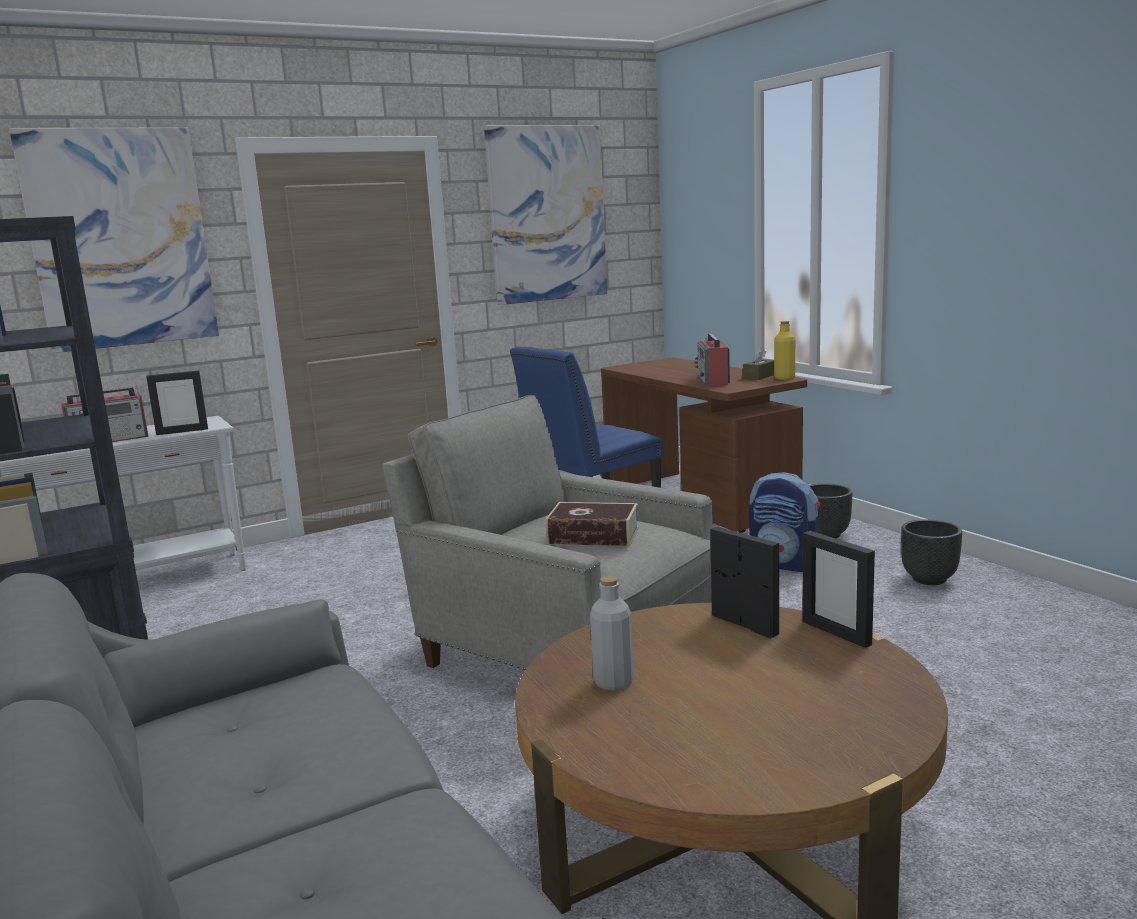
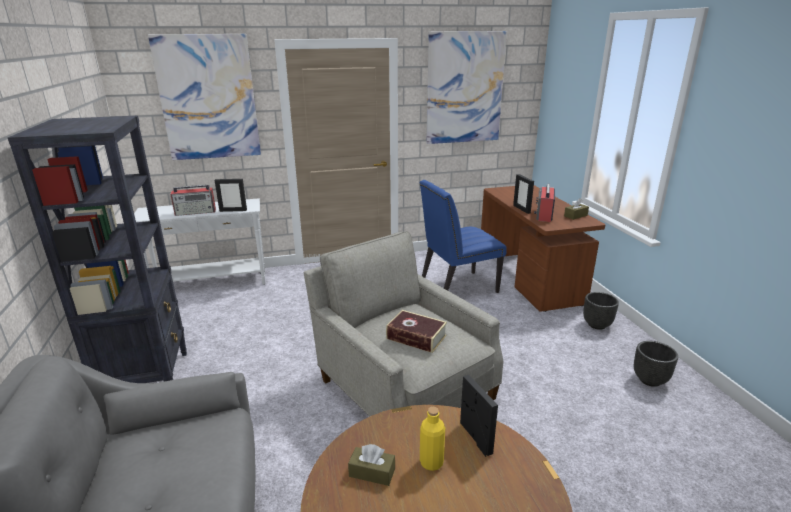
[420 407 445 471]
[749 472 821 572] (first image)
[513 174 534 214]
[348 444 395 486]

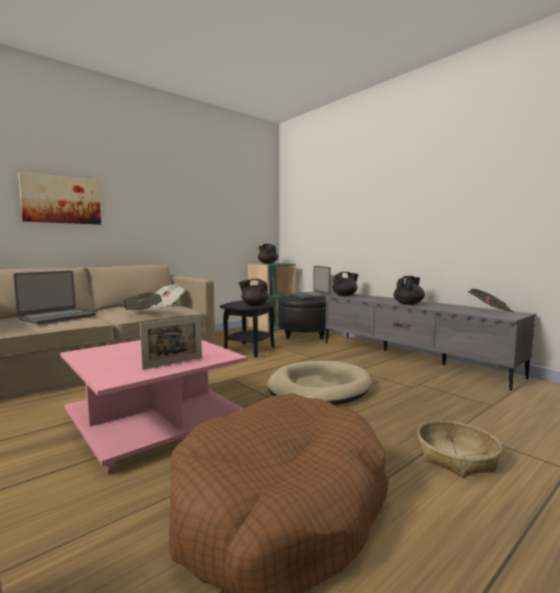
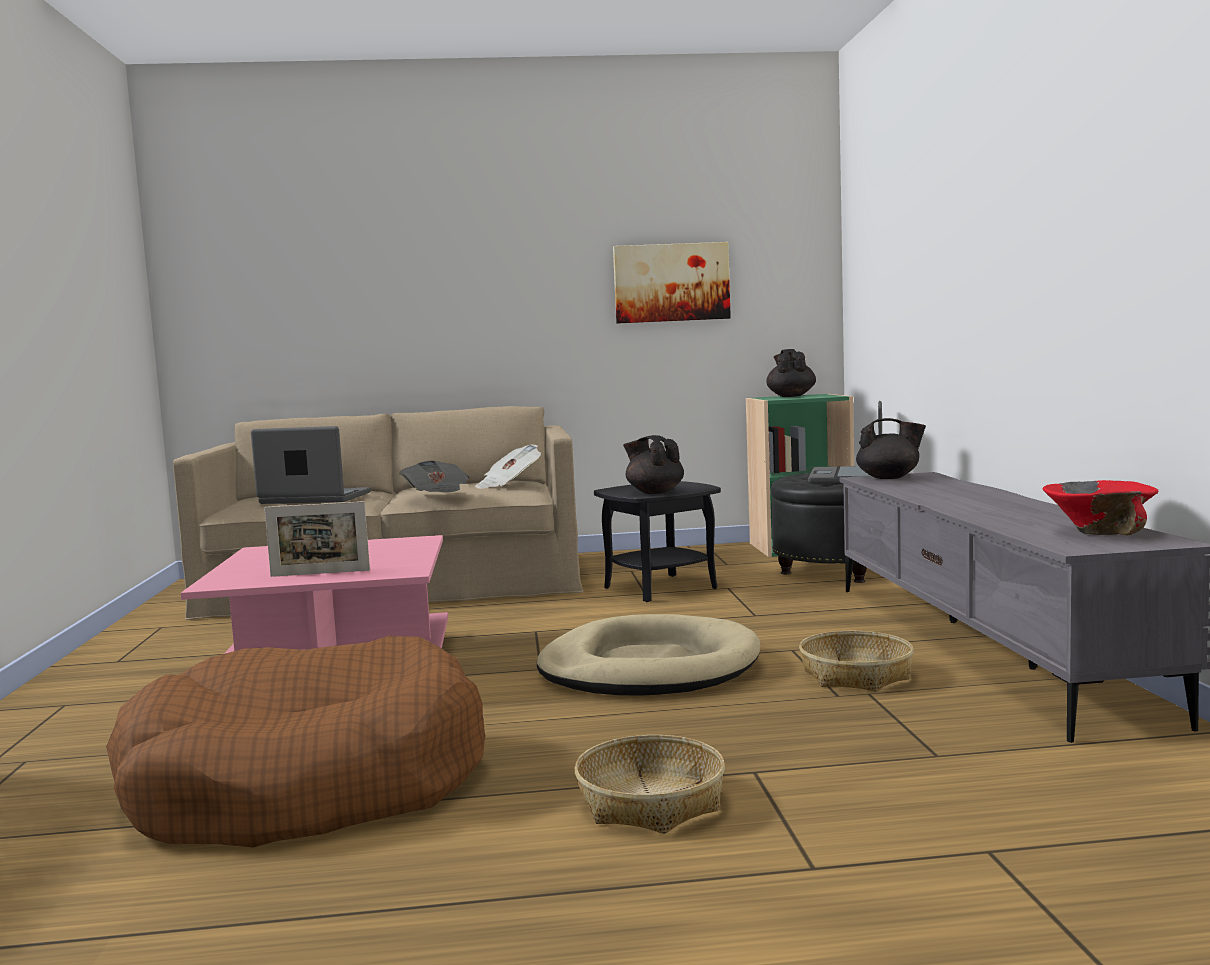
[613 242 731 323]
[251 426 371 504]
[394 276 425 305] (first image)
[1042 480 1158 535]
[799 631 914 692]

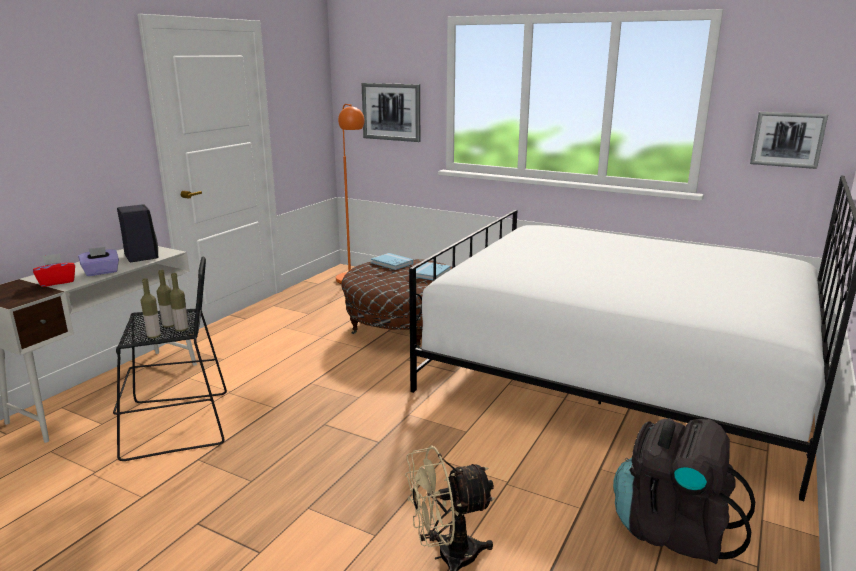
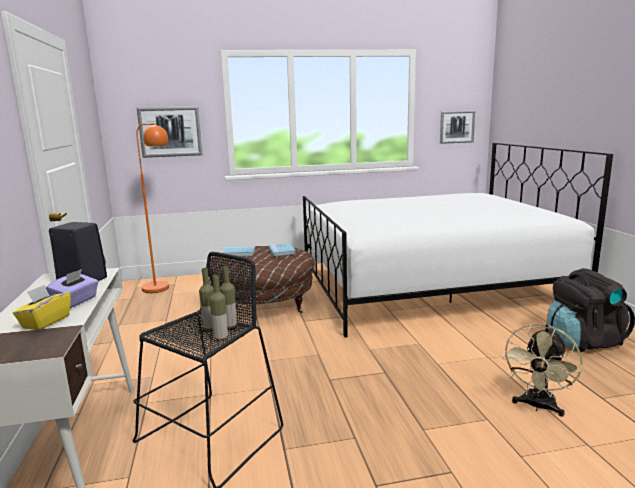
[13 285 71 330]

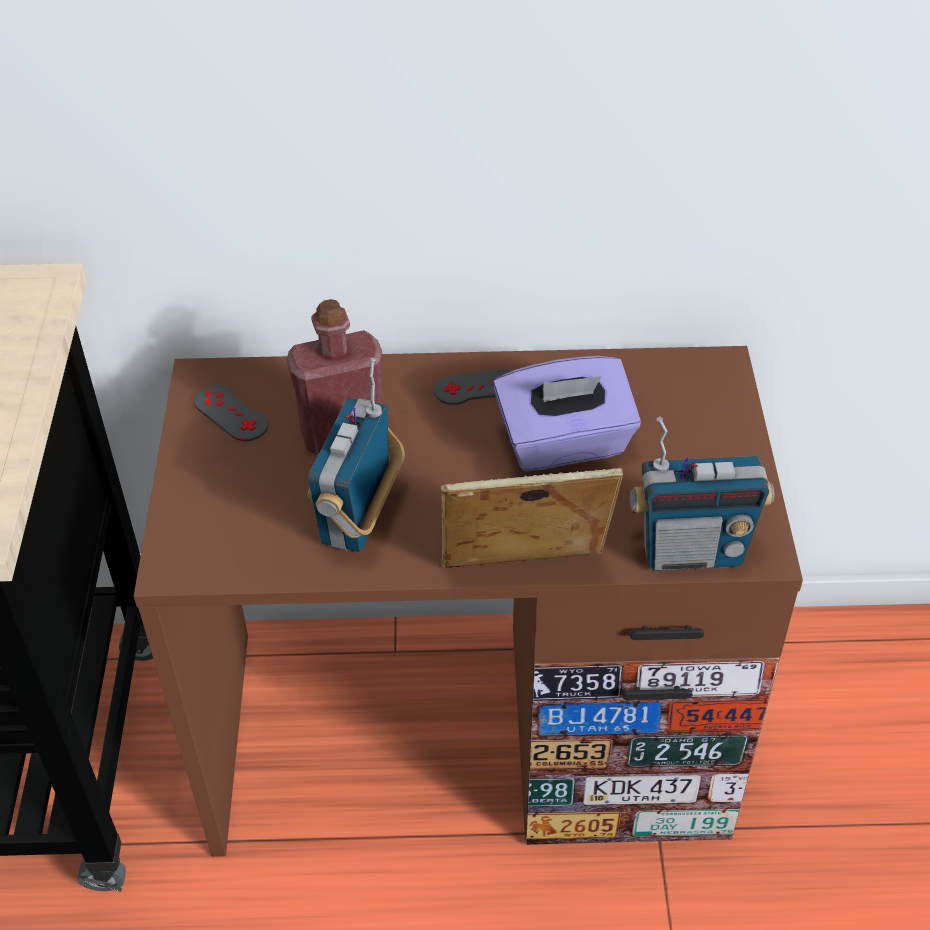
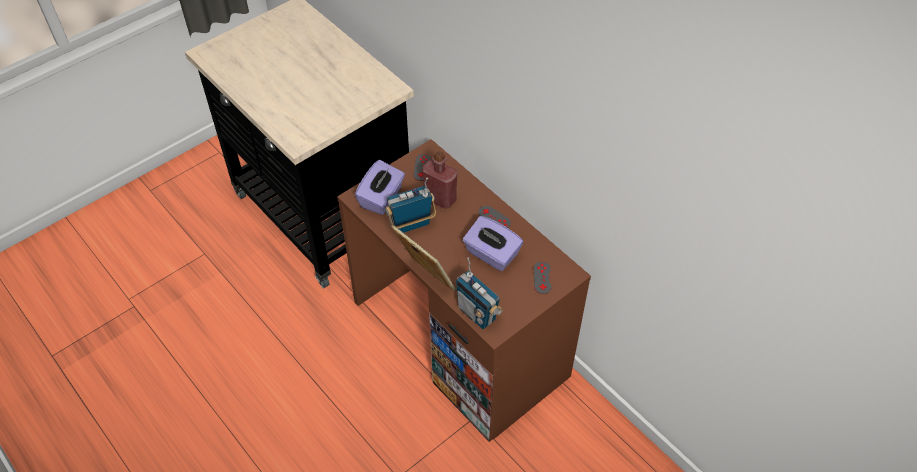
[355 160 405 215]
[534 262 551 294]

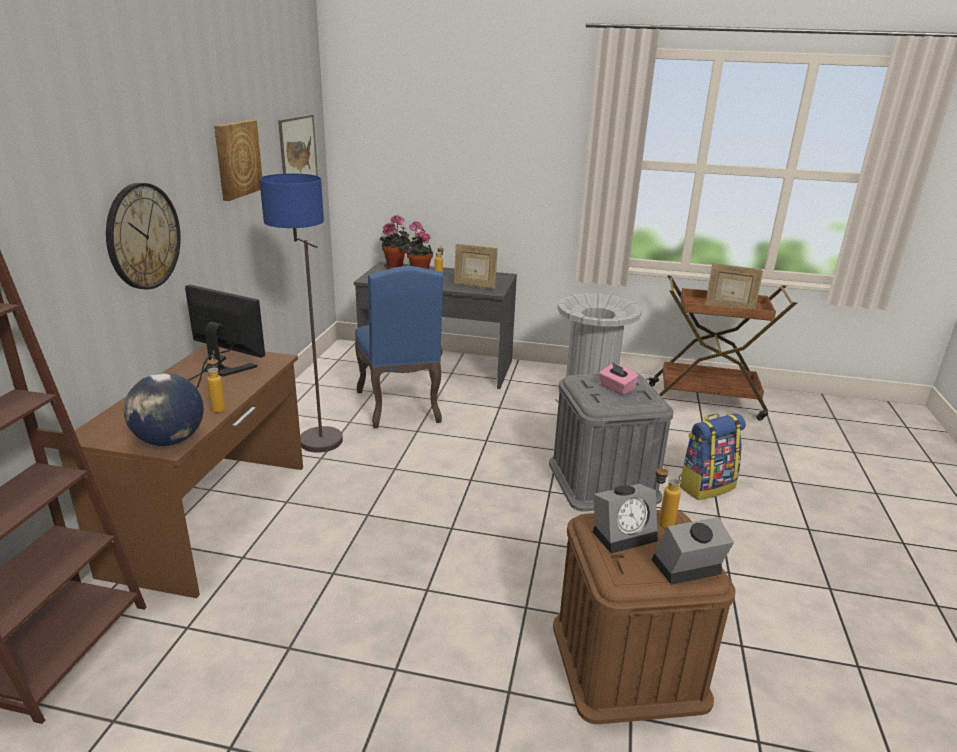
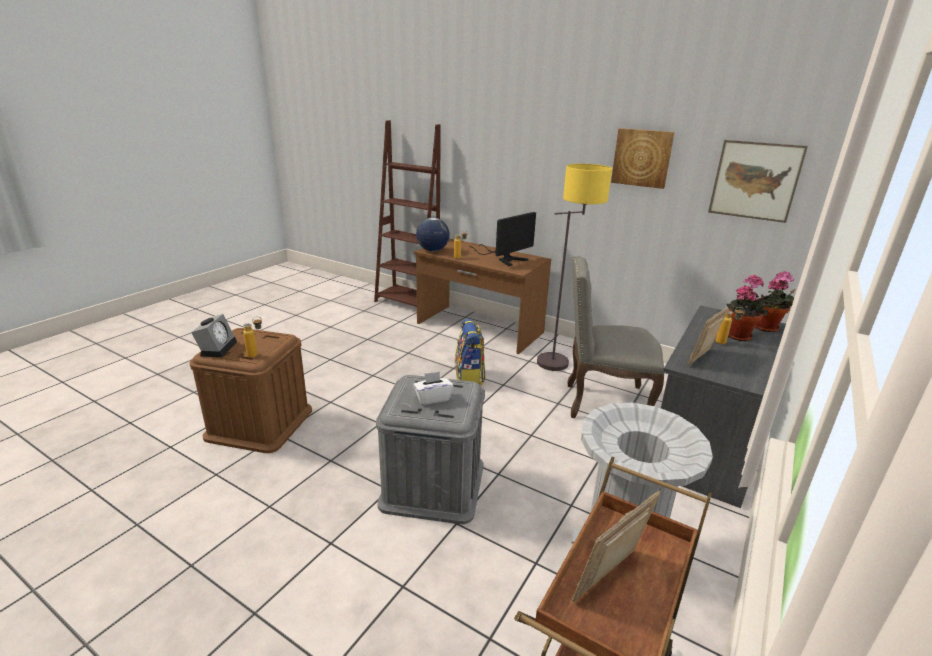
[537 164 612 371]
[106 183 181 289] (first image)
[568 256 665 418]
[413 372 453 405]
[455 319 486 386]
[592 484 658 554] (first image)

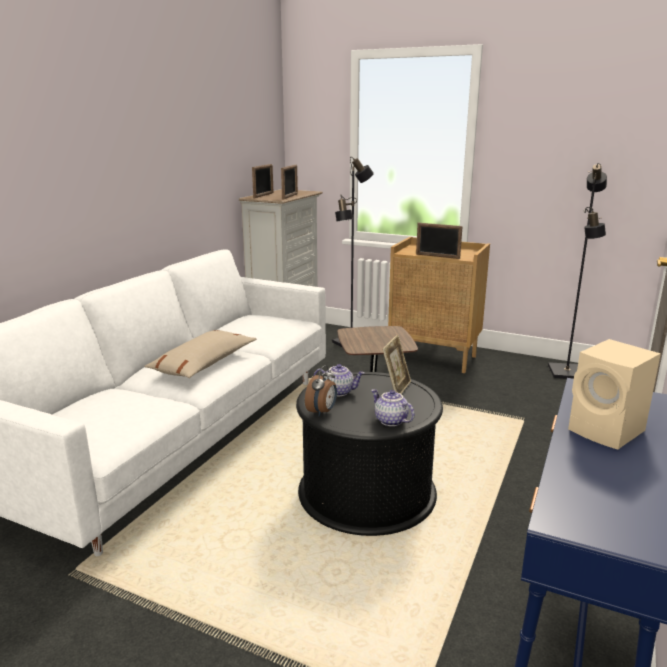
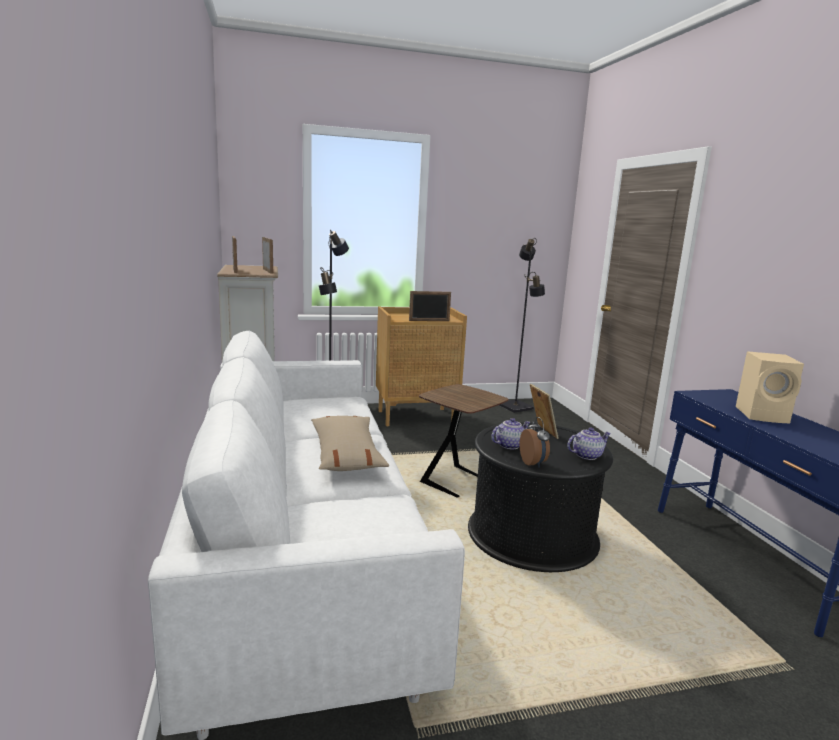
[567 427 611 460]

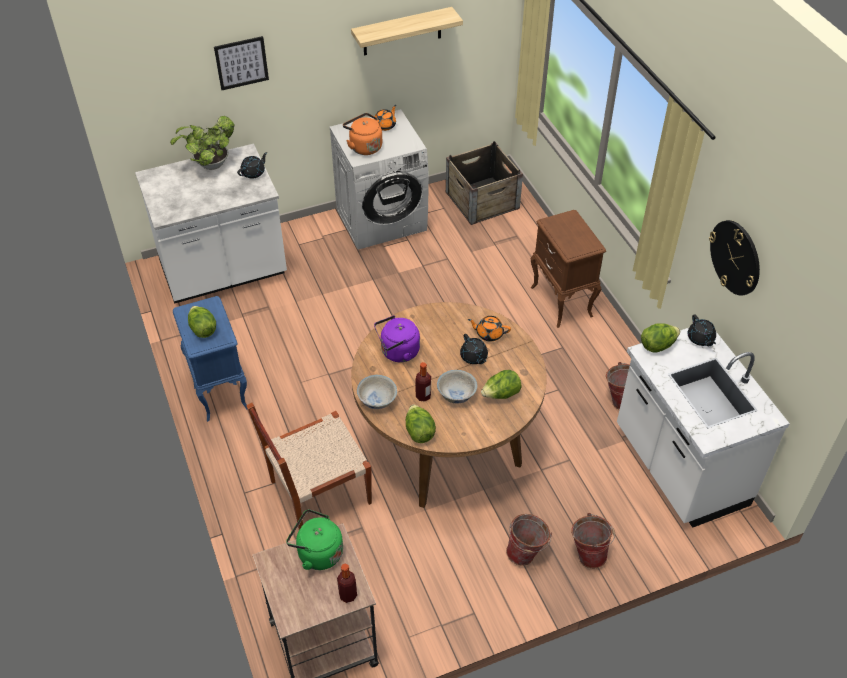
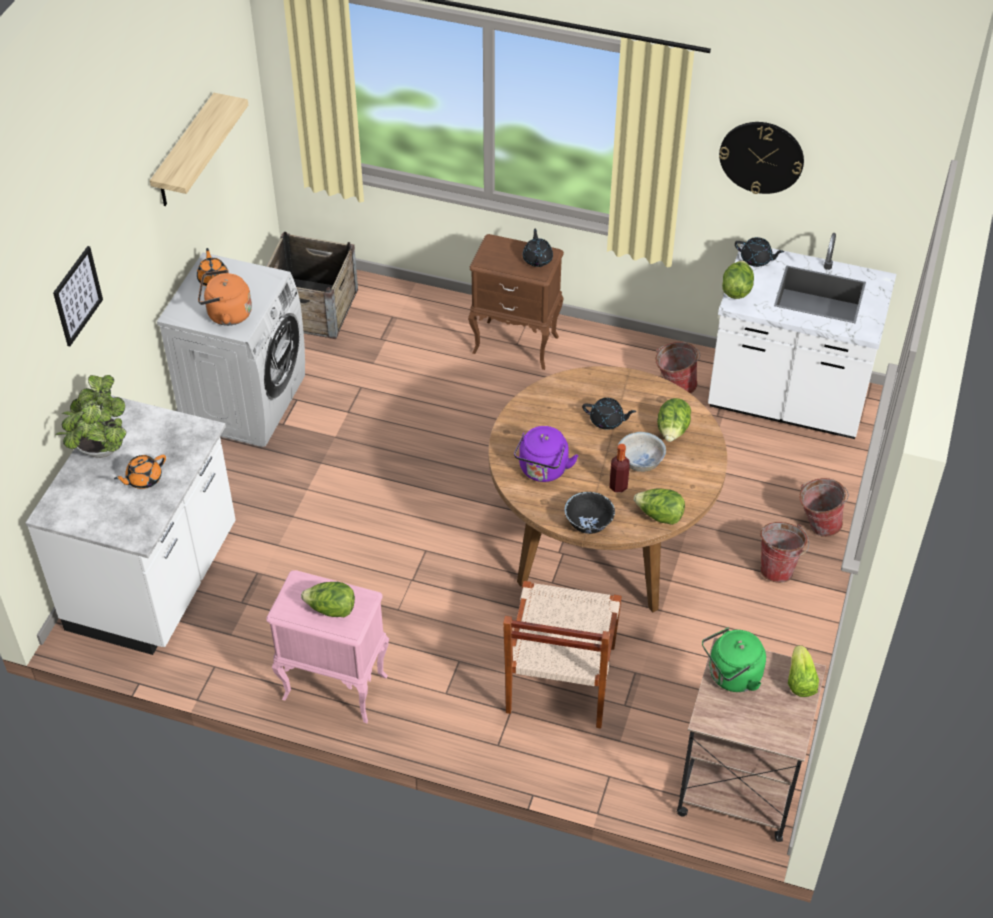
[523 229 553 267]
[267 570 389 724]
[114 455 166 489]
[564 492 615 534]
[788 645 819 697]

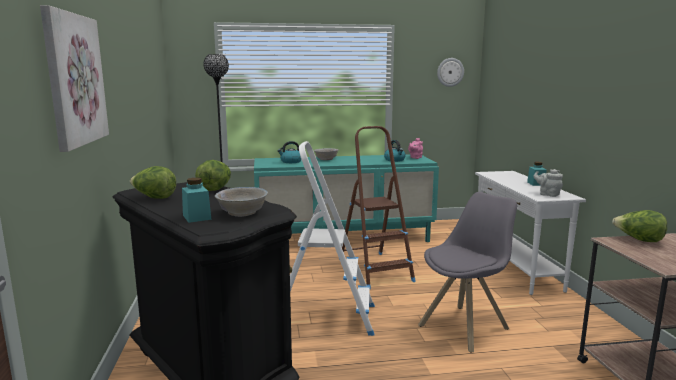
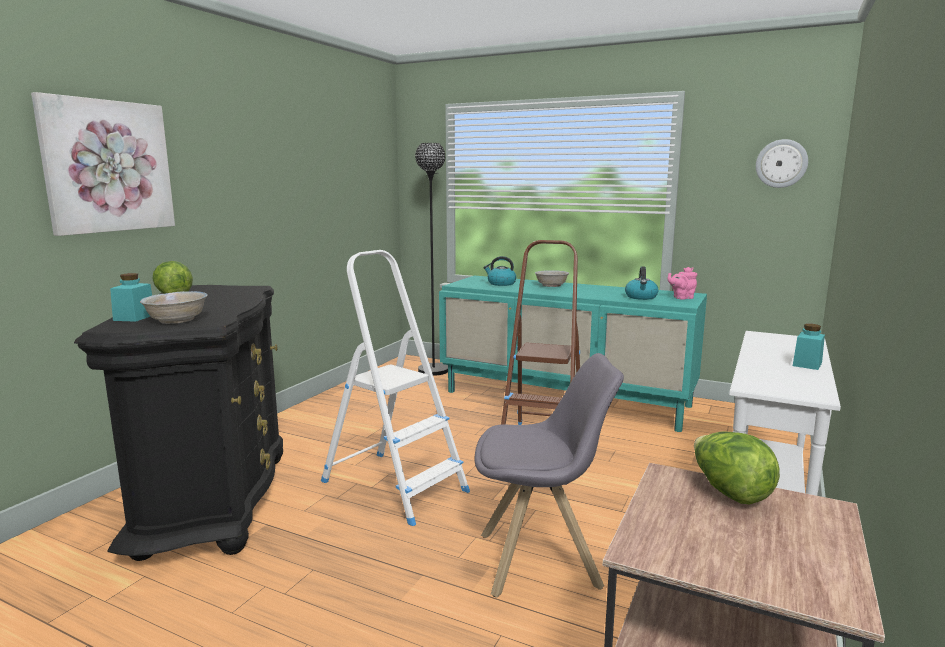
[195 160 231 191] (first image)
[534 169 563 197] (first image)

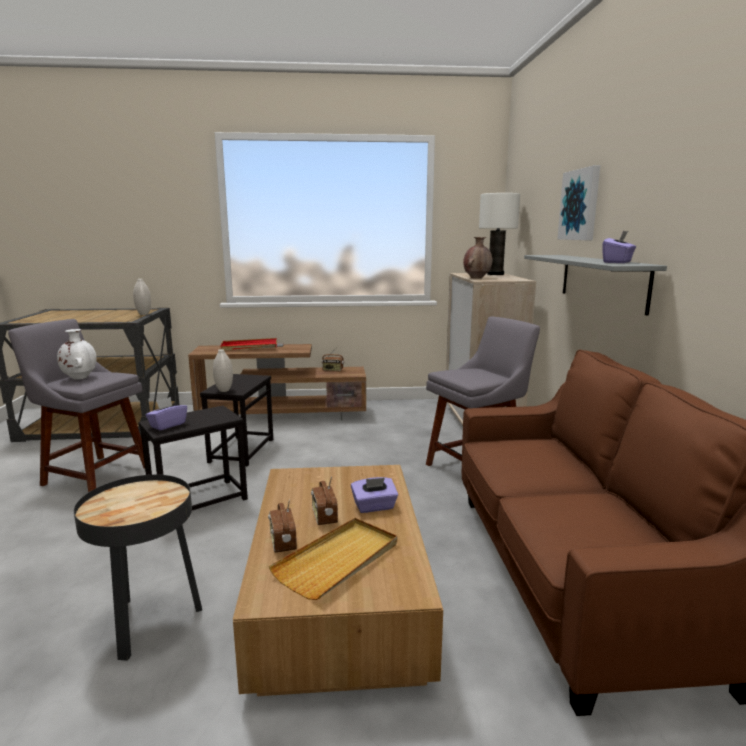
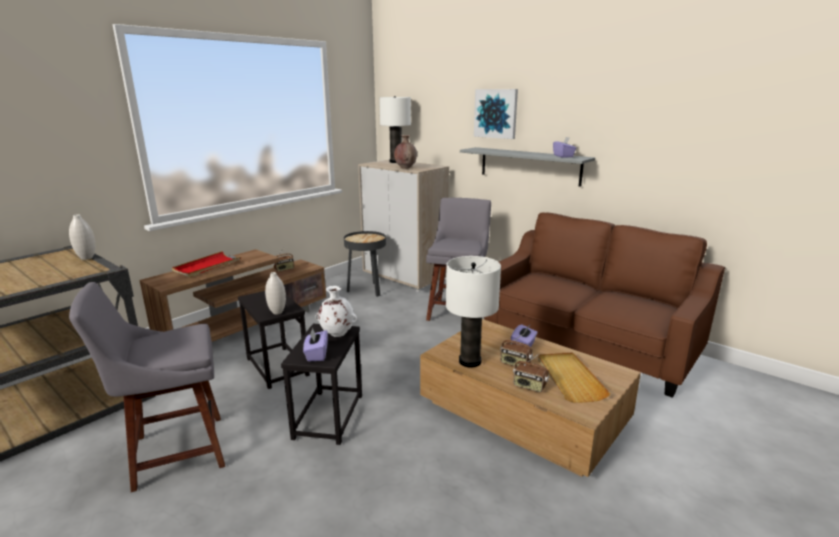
[315 286 357 337]
[344 231 386 297]
[446 256 501 368]

